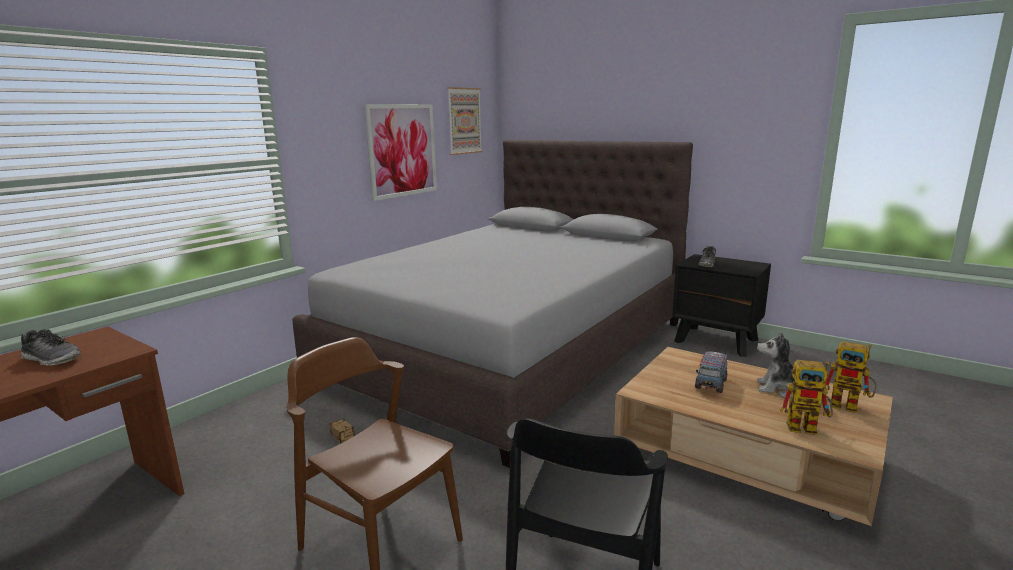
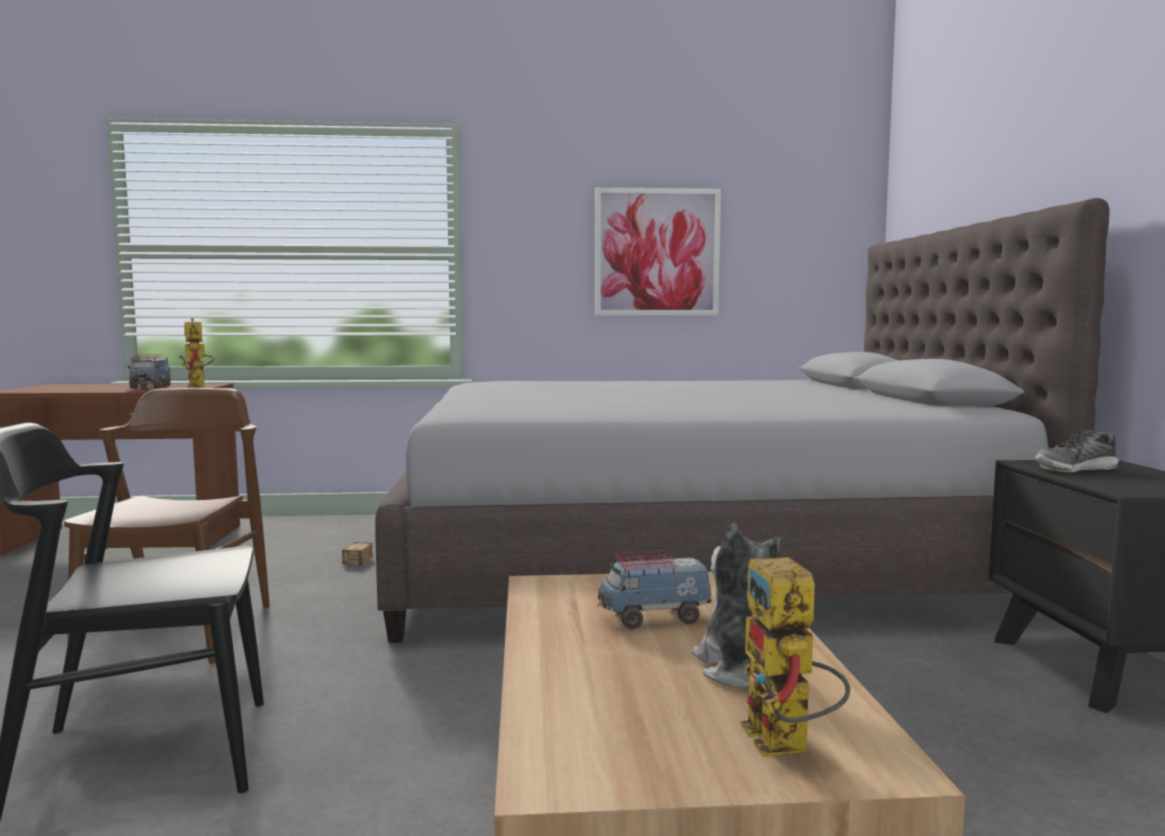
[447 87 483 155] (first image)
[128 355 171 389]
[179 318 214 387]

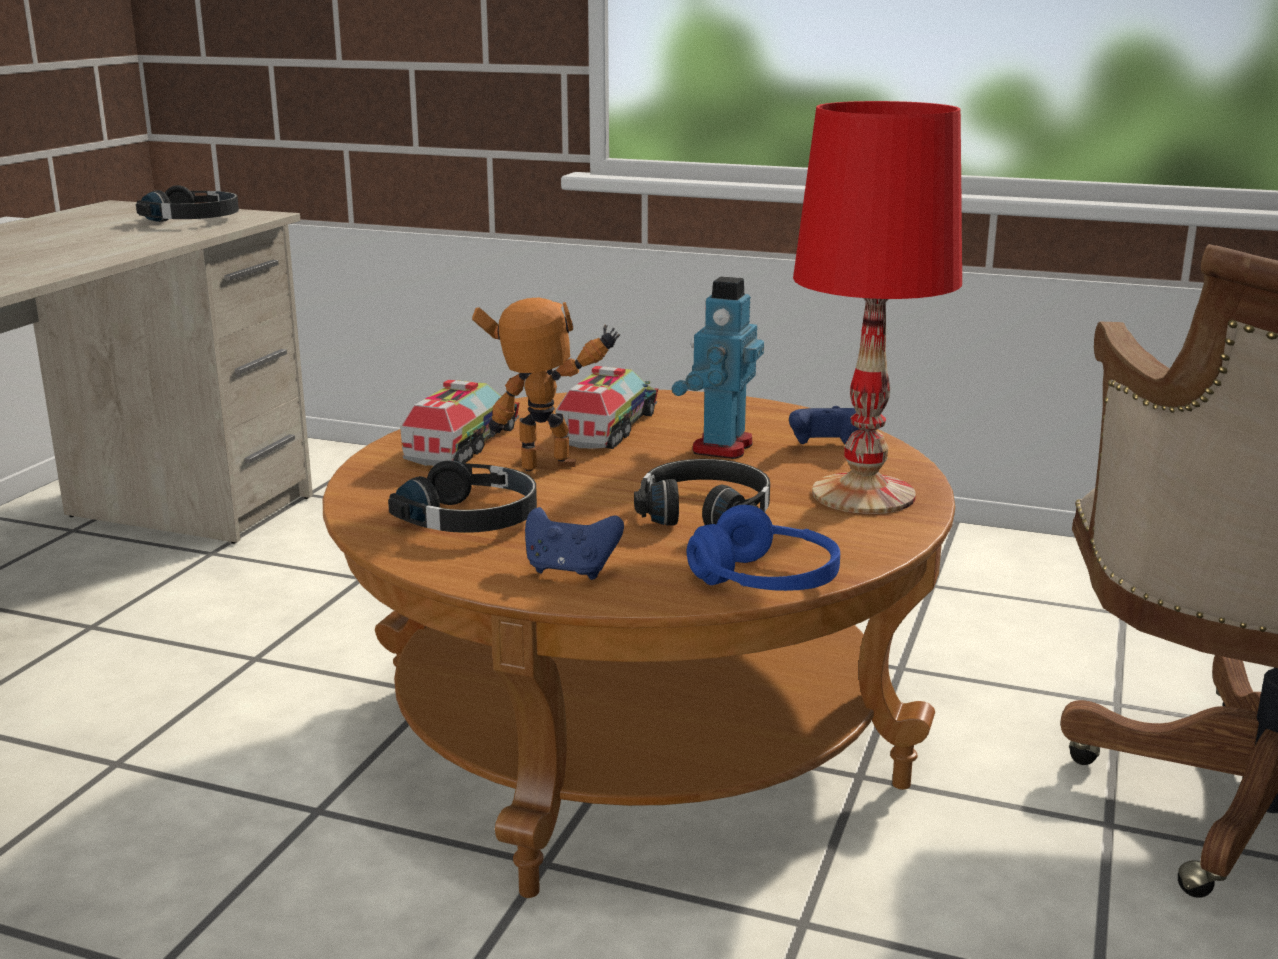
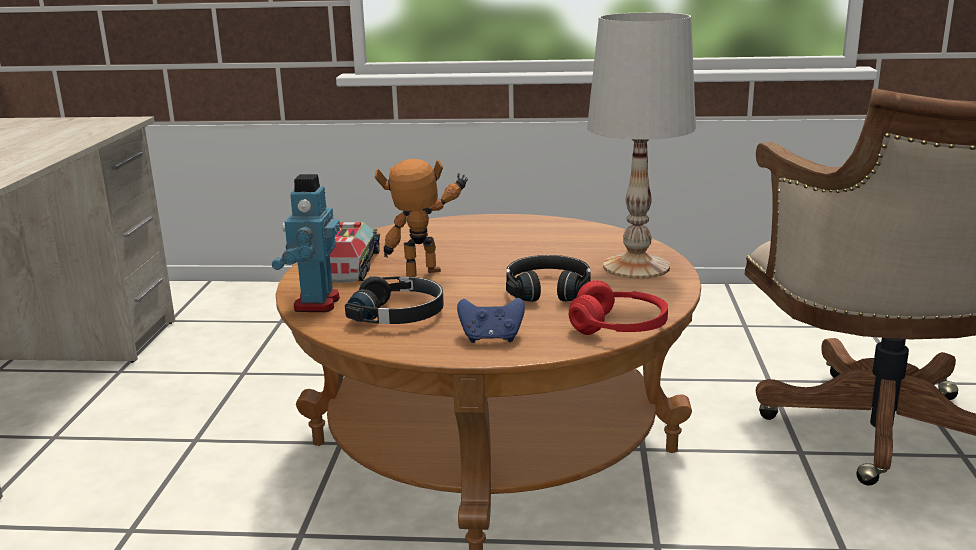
[587 12 696 279]
[136 185 239 222] (first image)
[272 174 340 312]
[555 366 658 449] (first image)
[789 406 859 444] (first image)
[569 280 668 335]

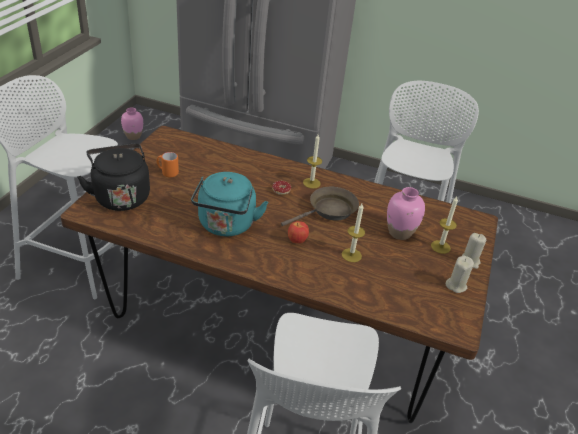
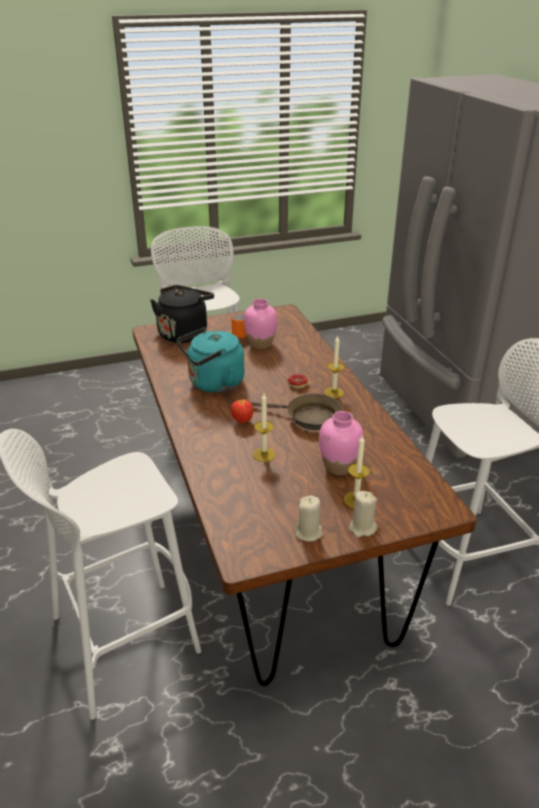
[244 299 277 349]

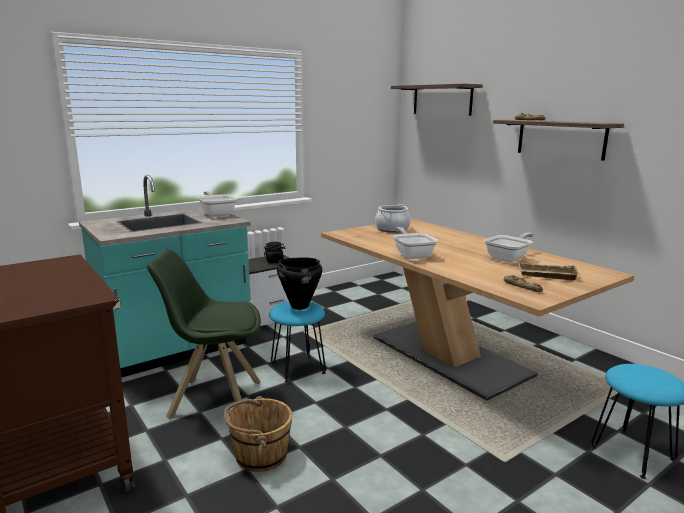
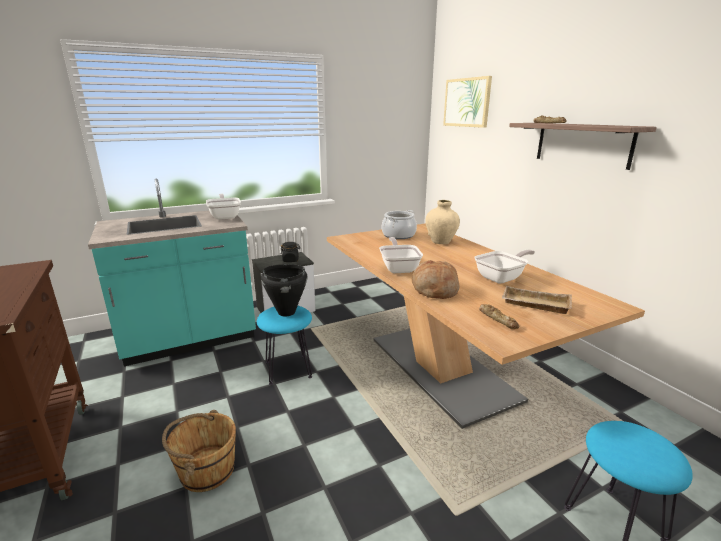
[443 76 492 128]
[147 249 261 419] (first image)
[425 200 460 245]
[412 260 459 299]

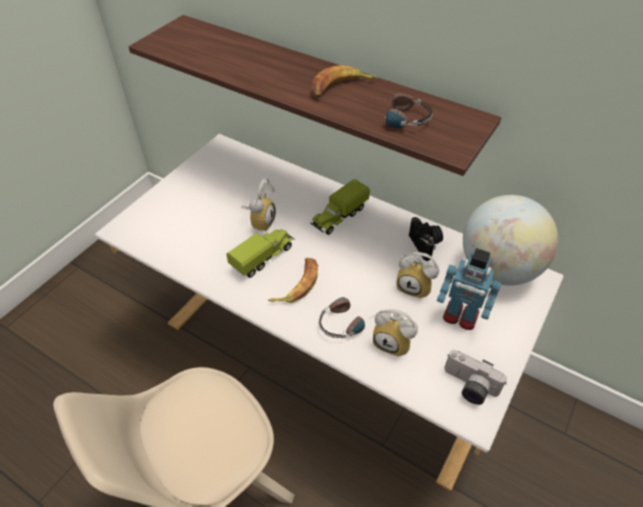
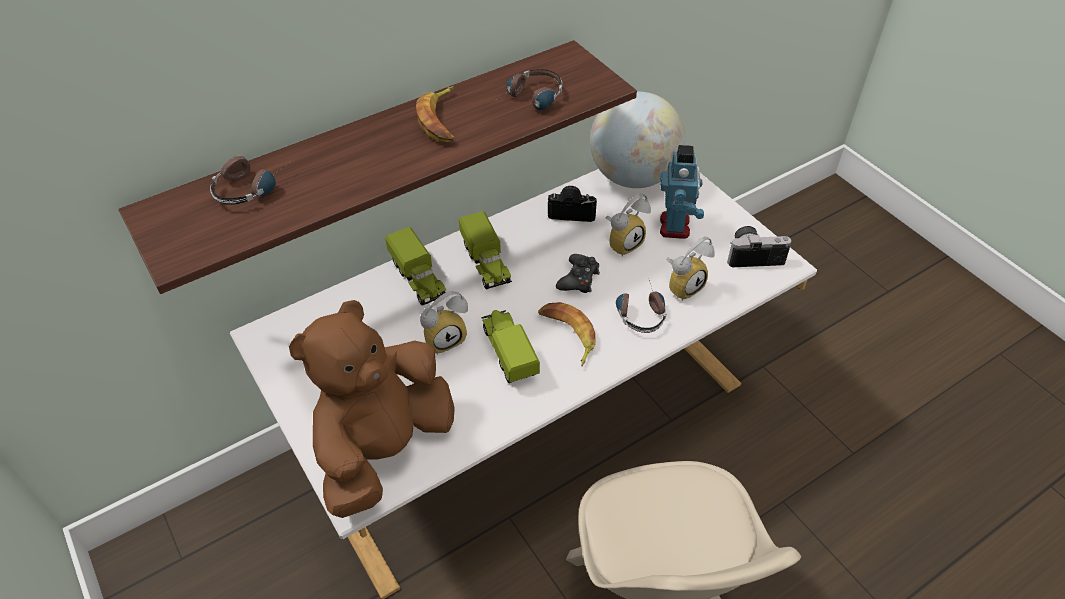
[420 291 468 355]
[660 145 704 239]
[727 226 791 267]
[210 156 288 205]
[385 227 446 306]
[556 254 600 293]
[289 300 455 518]

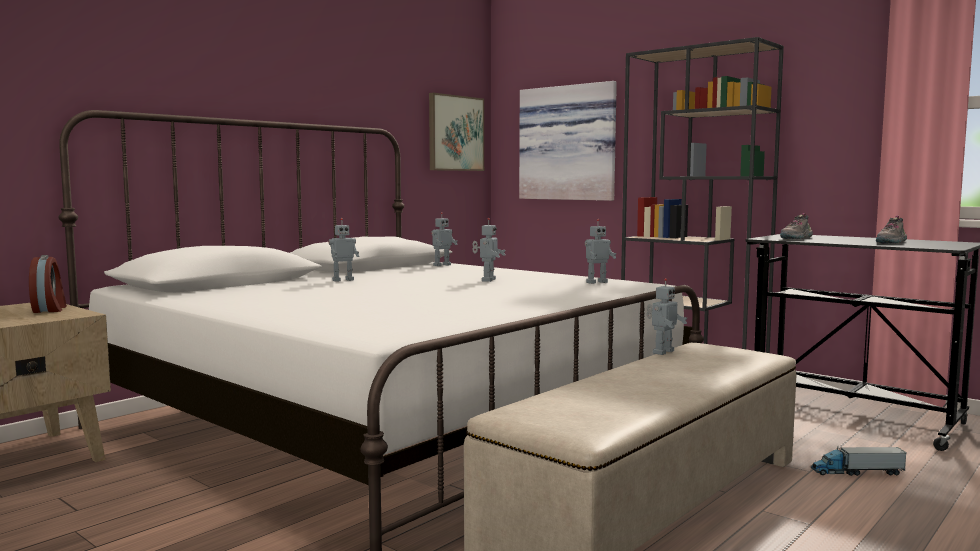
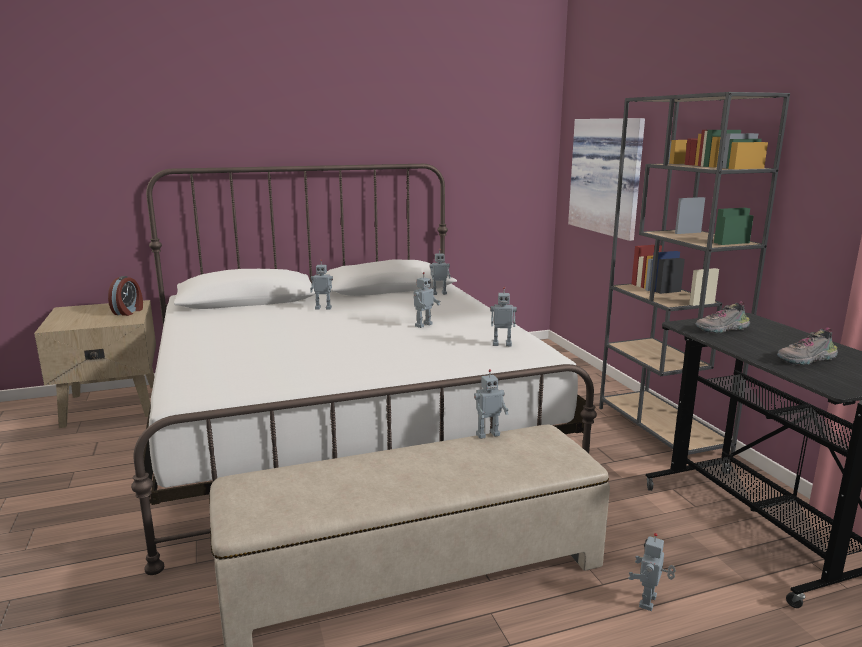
[429 93 484 171] (first image)
[628 533 676 611]

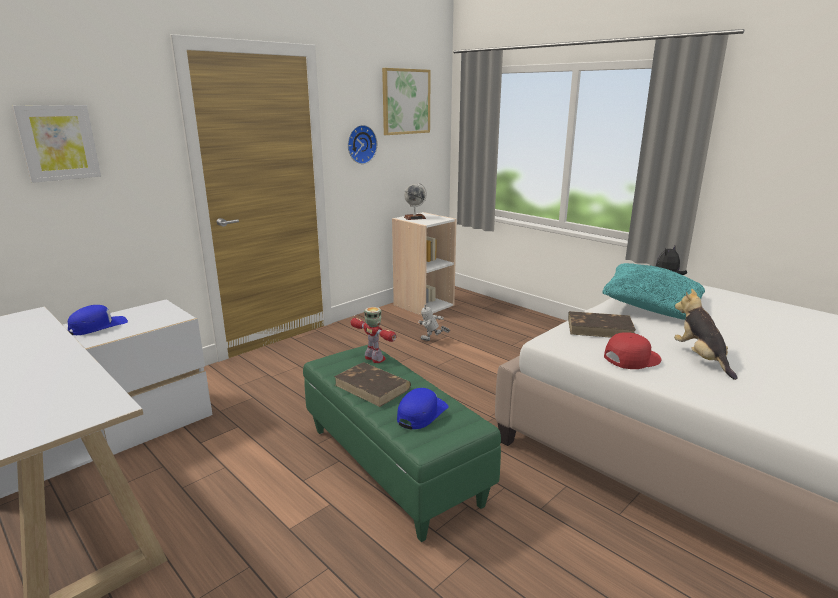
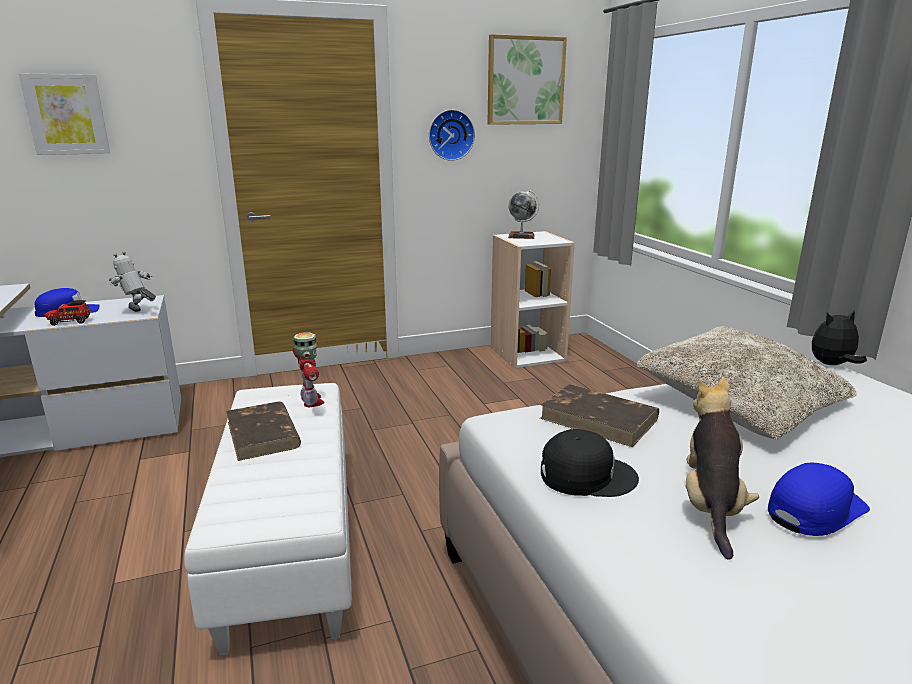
[636 326 857 440]
[109 251 156 312]
[541 429 639 497]
[184 383 352 655]
[768 463 870 536]
[44 300 91 326]

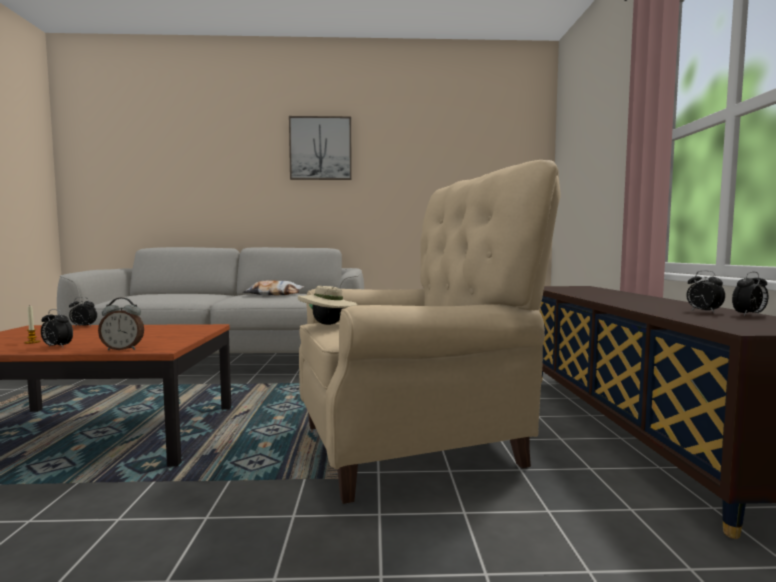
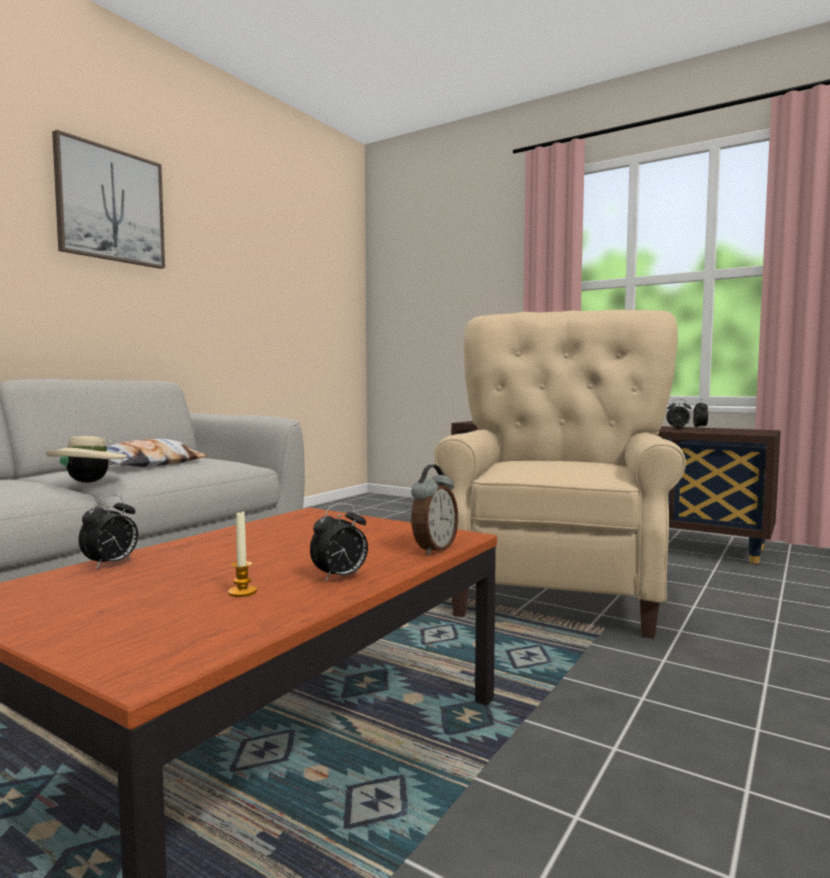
[46 436 127 483]

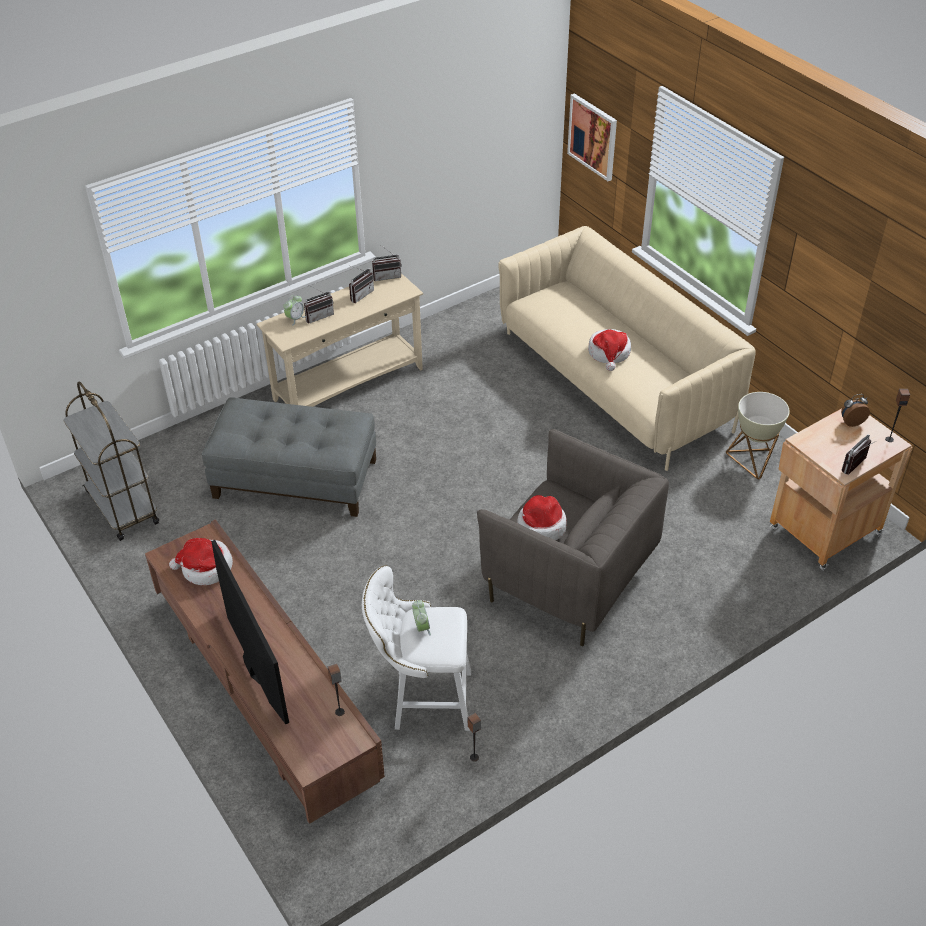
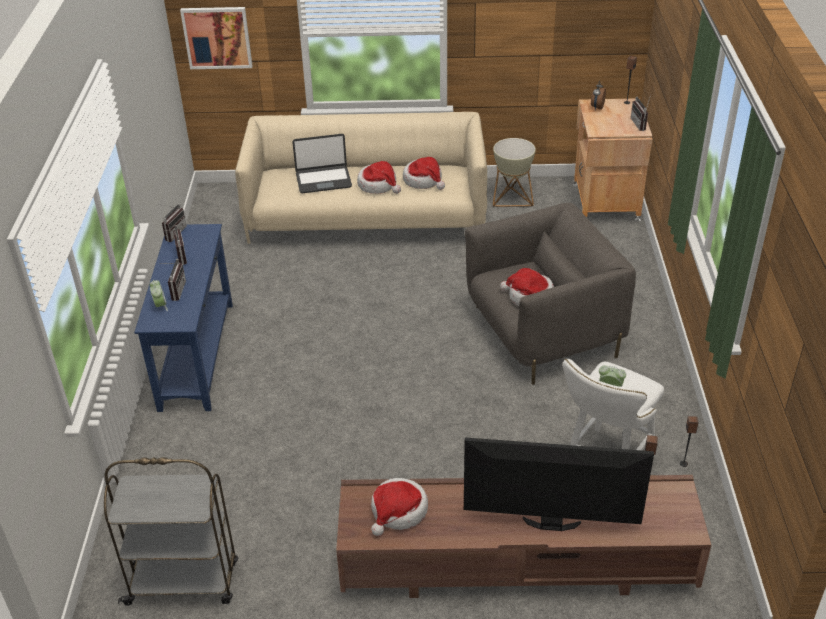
[134 224 233 412]
[202 397 376 517] (first image)
[292 134 352 193]
[403 157 445 190]

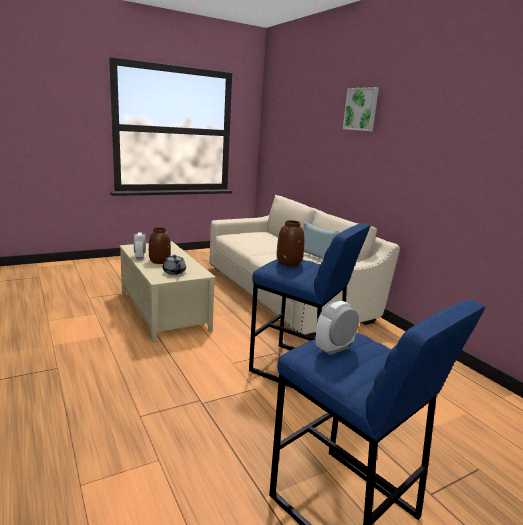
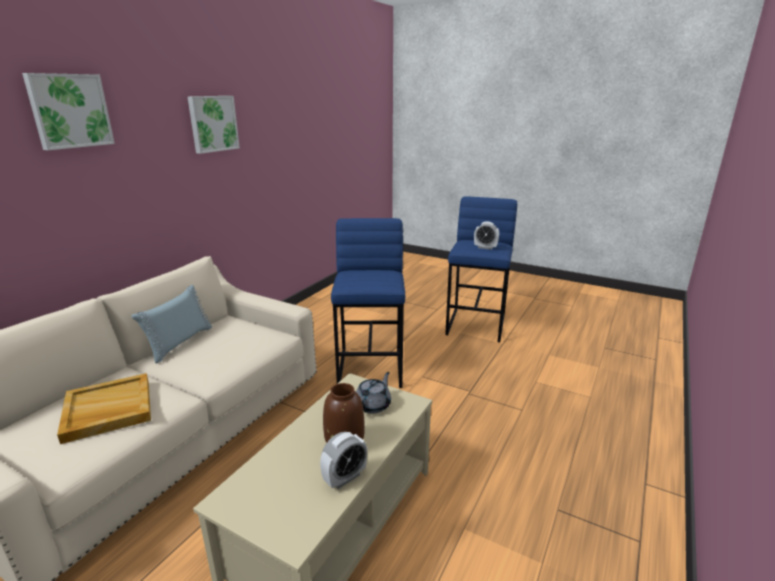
[277 220 304 266] (first image)
[187 96 240 154]
[57 373 151 444]

